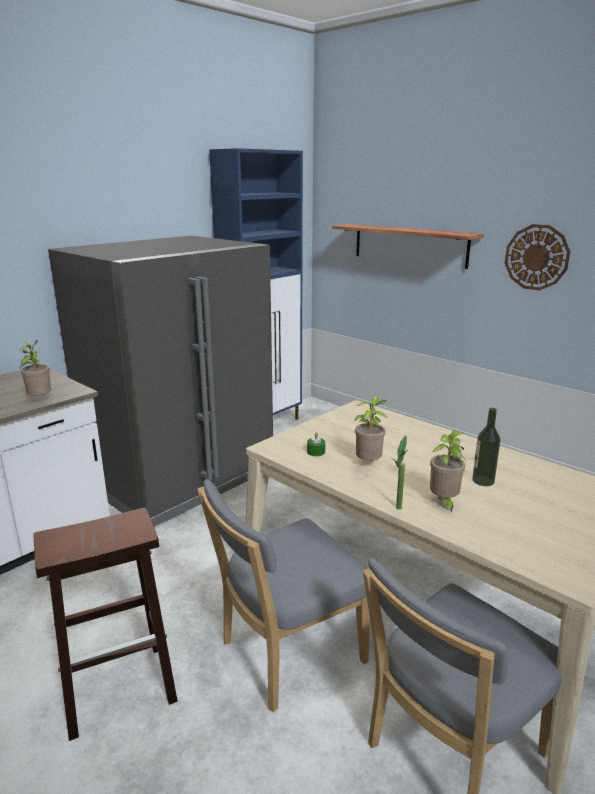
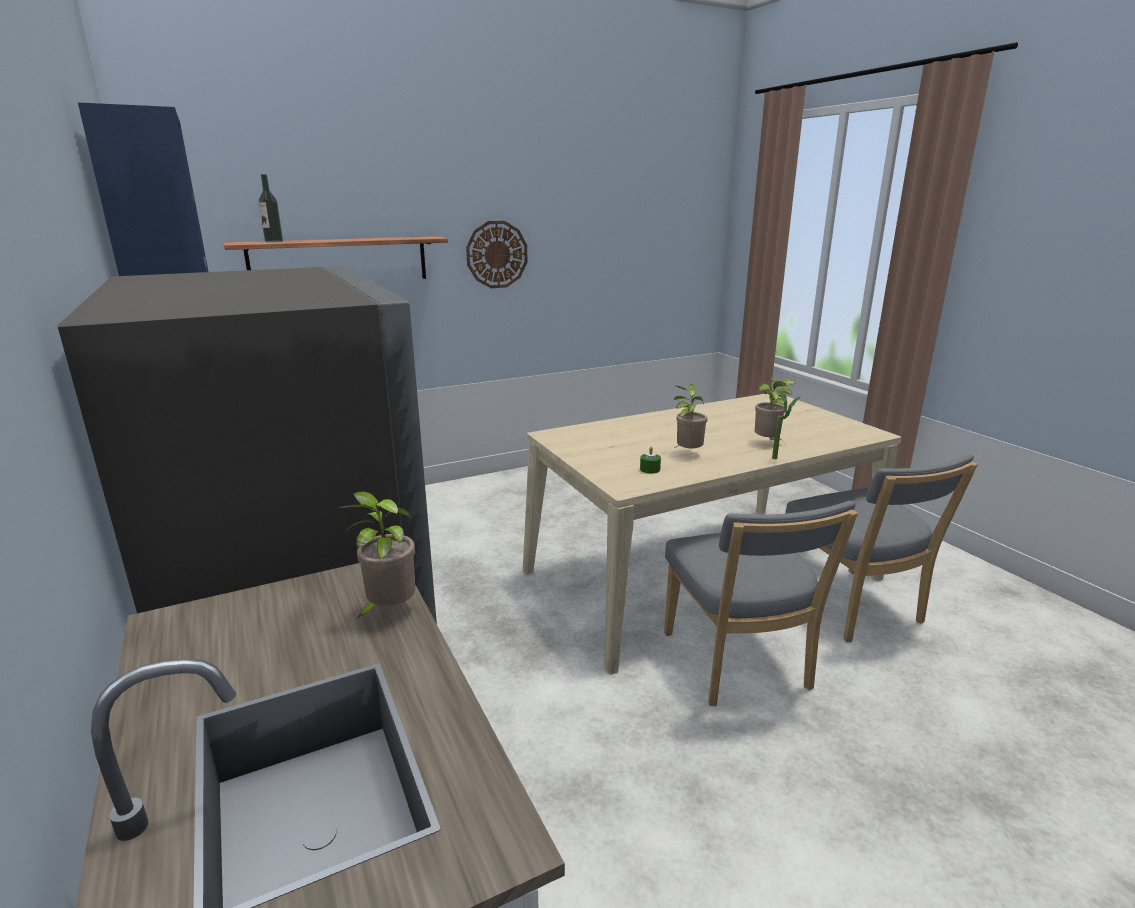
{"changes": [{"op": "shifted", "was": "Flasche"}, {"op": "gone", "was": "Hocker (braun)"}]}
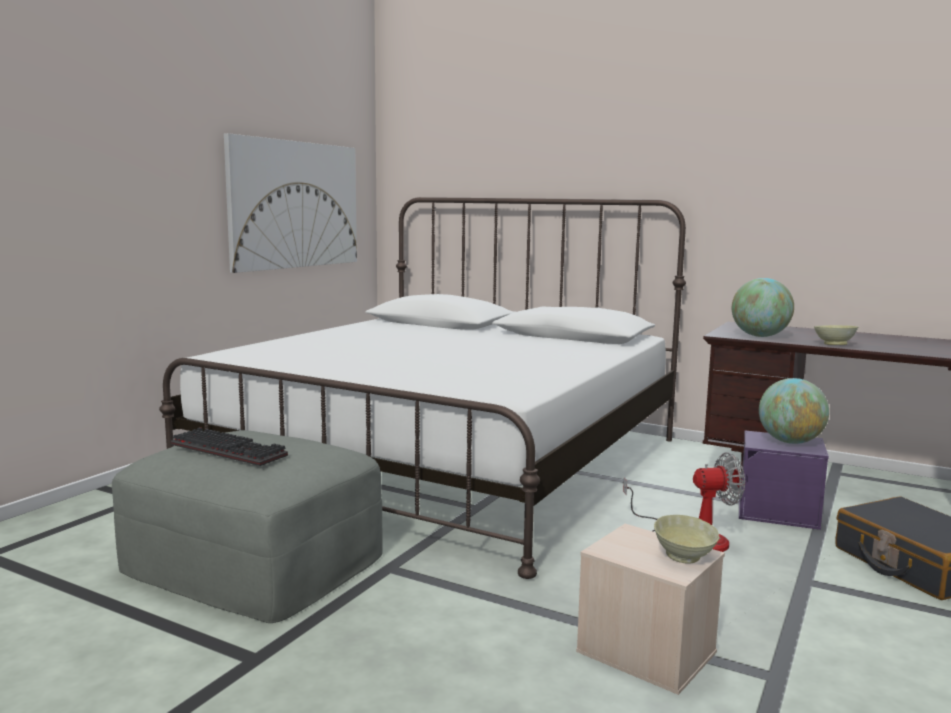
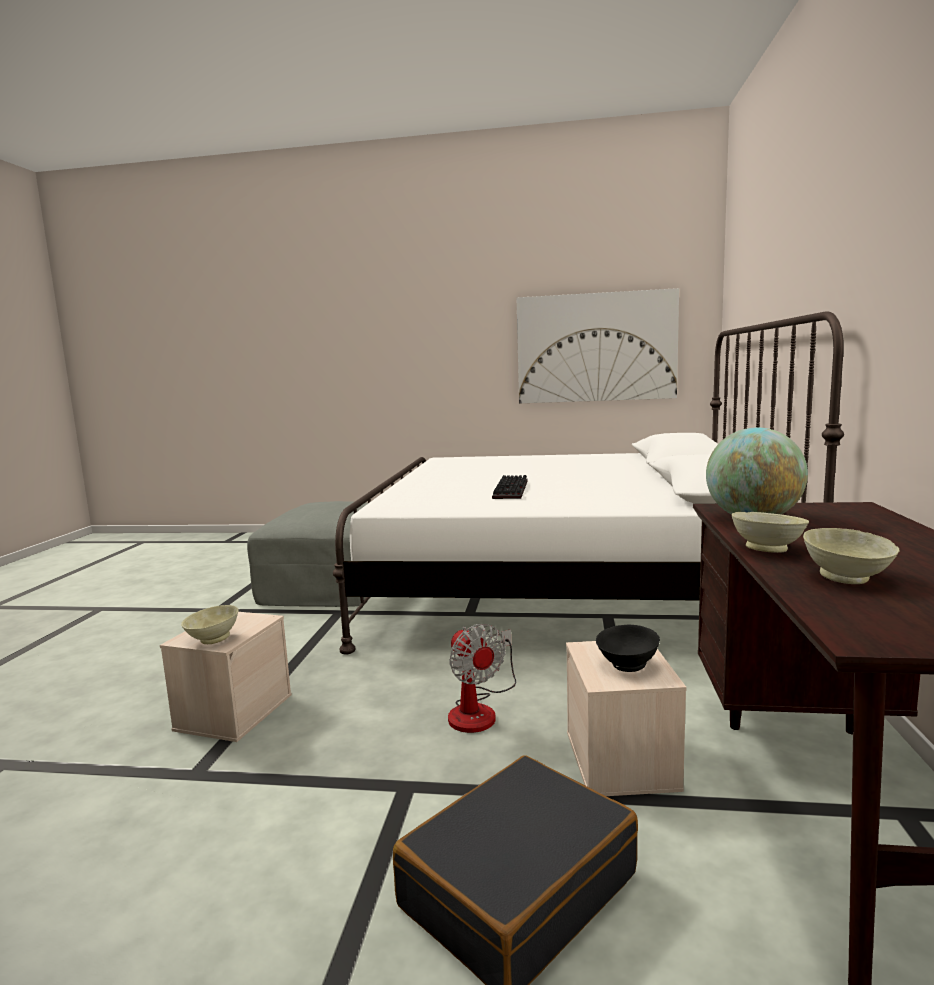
{"changes": [{"op": "swapped", "was": "Globus (no. 2 from left)", "now": "Schüssel (schwarz)"}, {"op": "shifted", "was": "Tastatur"}, {"op": "repainted", "was": "Aufbewahrungsbox (lila)", "now": "Aufbewahrungsbox (beige) (no. 2 from left)"}, {"op": "new", "now": "Schüssel (beige) (no. 3 from left)"}]}
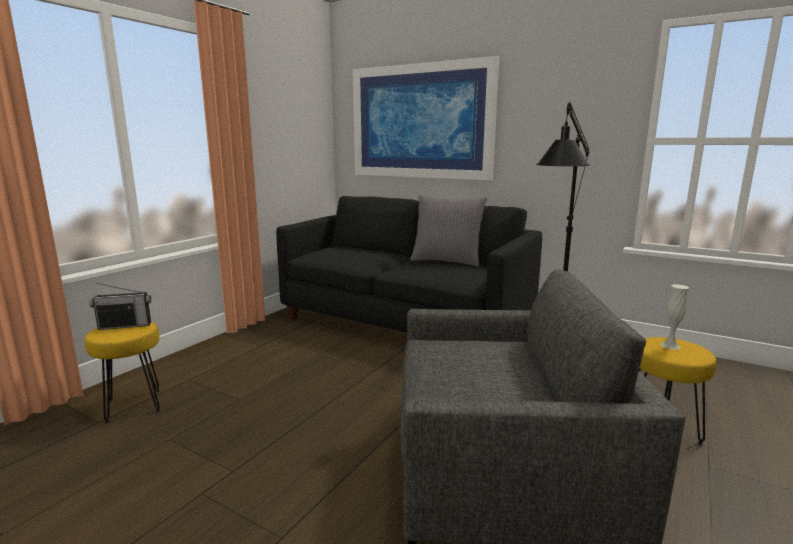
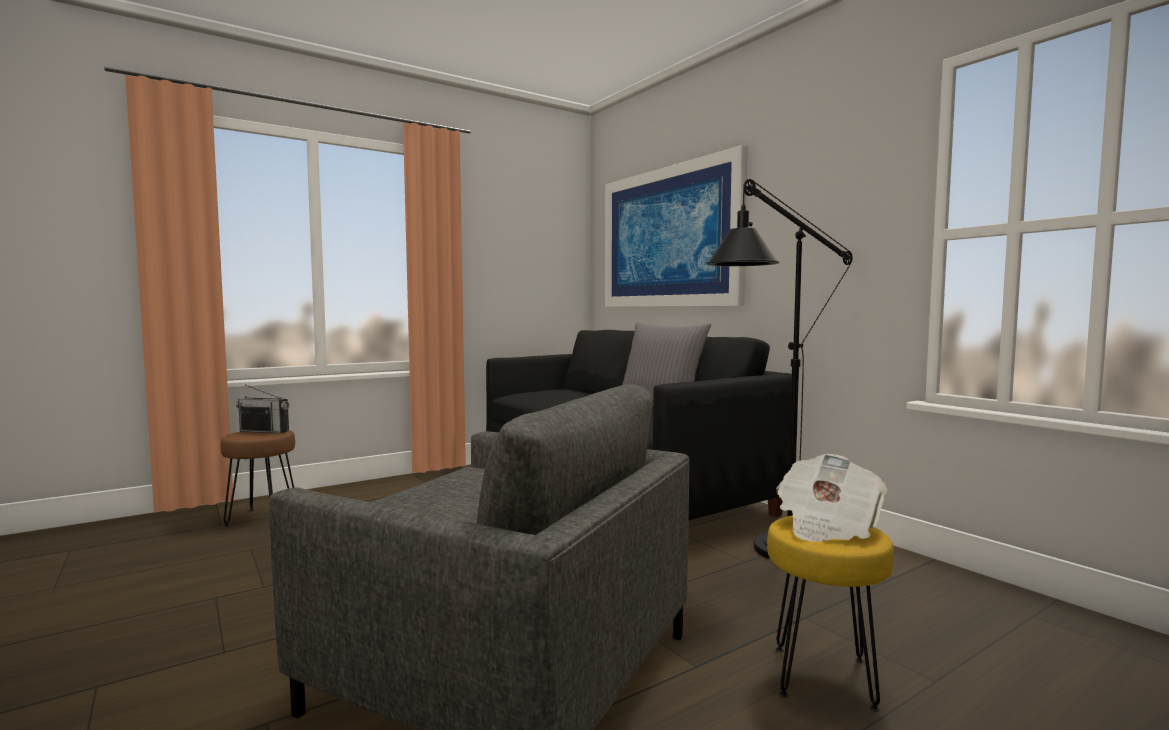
{"changes": [{"op": "swapped", "was": "Vase (weiß)", "now": "Zeitung"}, {"op": "repainted", "was": "Hocker (gelb) (no. 1 from left)", "now": "Hocker (braun)"}]}
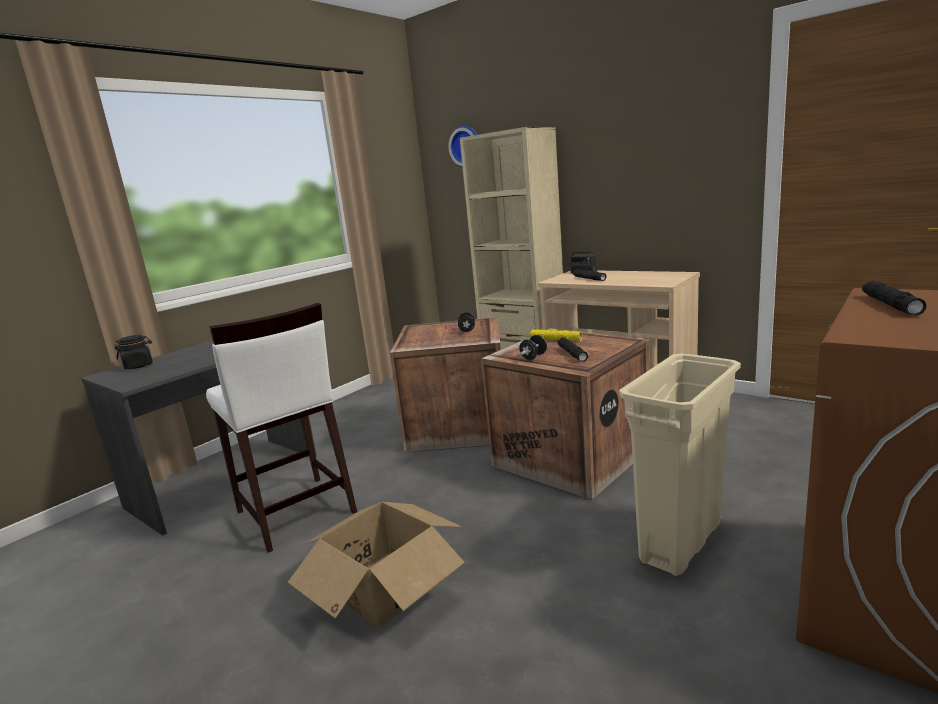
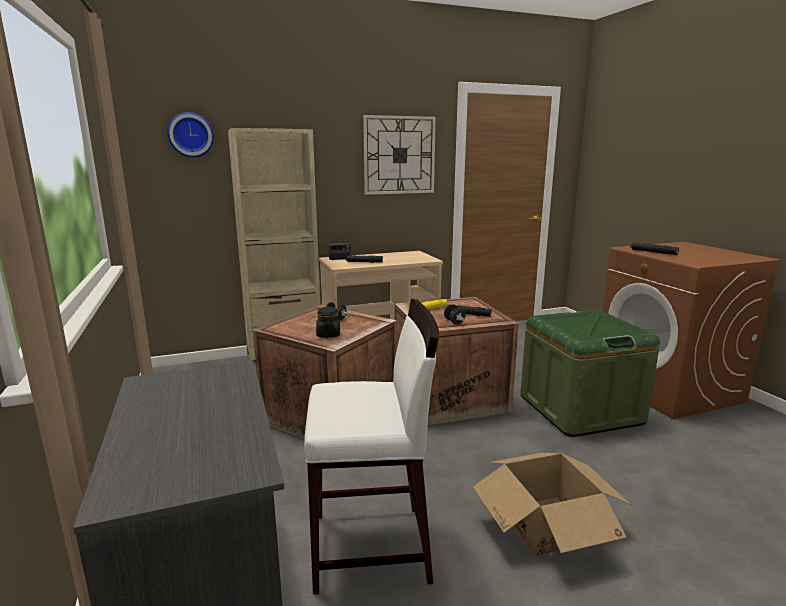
{"changes": [{"op": "shifted", "was": "Vorratsglas (schwarz)"}, {"op": "swapped", "was": "Mülleimer (beige)", "now": "Aufbewahrungsbox (grün)"}, {"op": "new", "now": "Wanduhr (no. 2 from left)"}]}
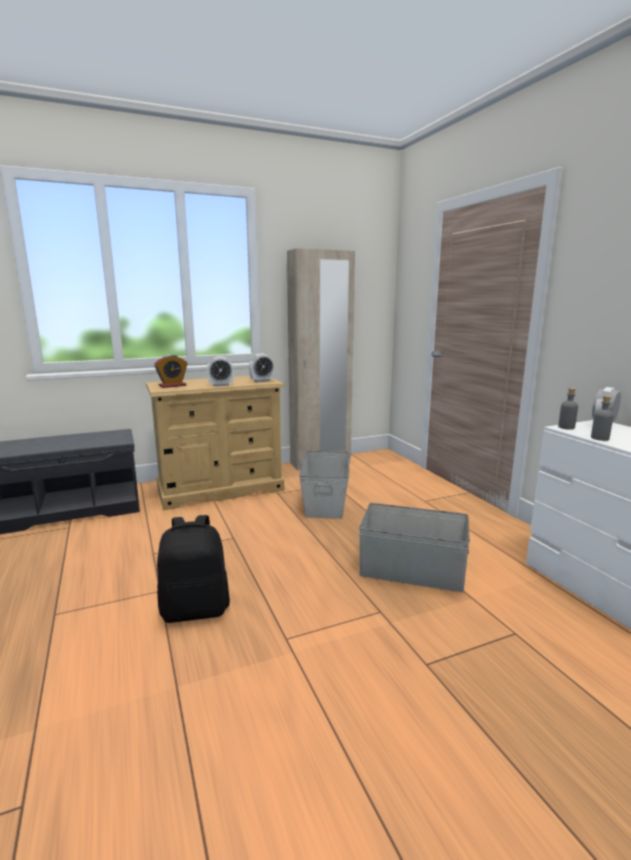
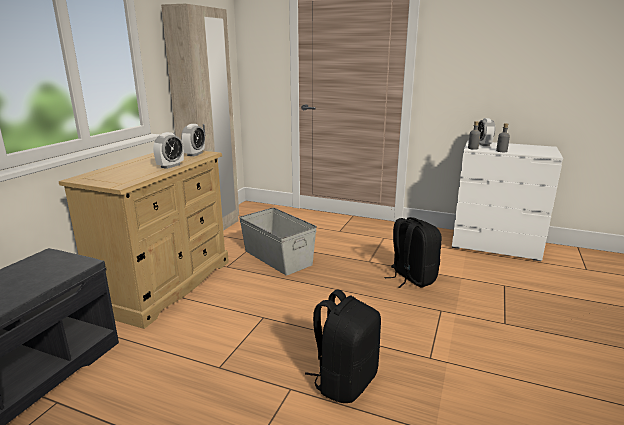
{"changes": [{"op": "gone", "was": "Wecker (no. 1 from left)"}, {"op": "swapped", "was": "Aufbewahrungsbox (grau) (no. 2 from left)", "now": "Rucksack (schwarz) (no. 2 from left)"}]}
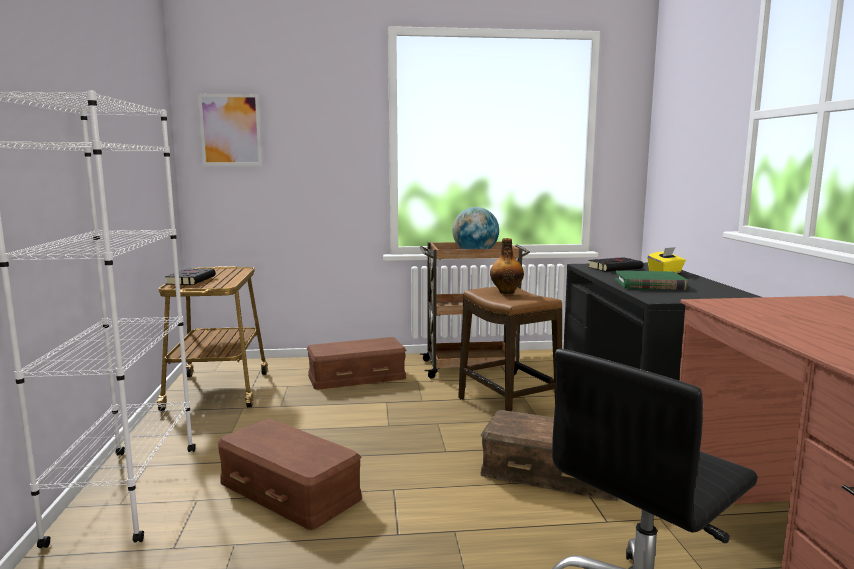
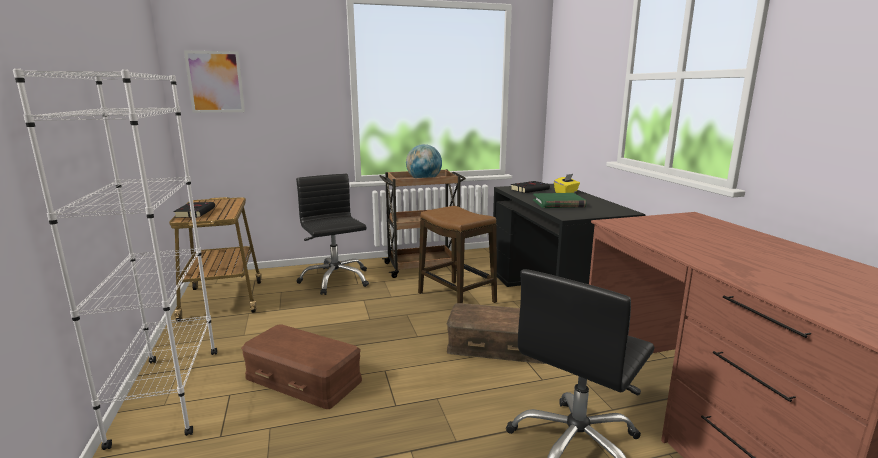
{"changes": [{"op": "gone", "was": "Flasche"}, {"op": "swapped", "was": "Aufbewahrungsbox (braun) (no. 2 from left)", "now": "Bürostuhl (schwarz) (no. 1 from left)"}]}
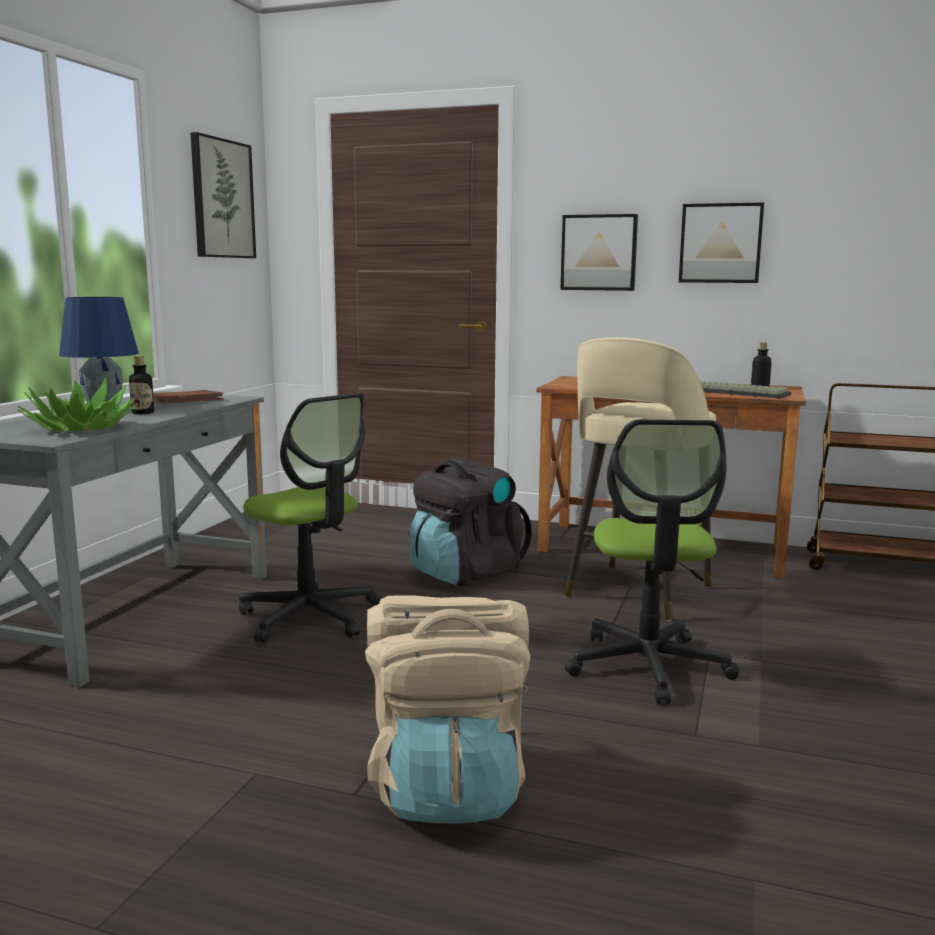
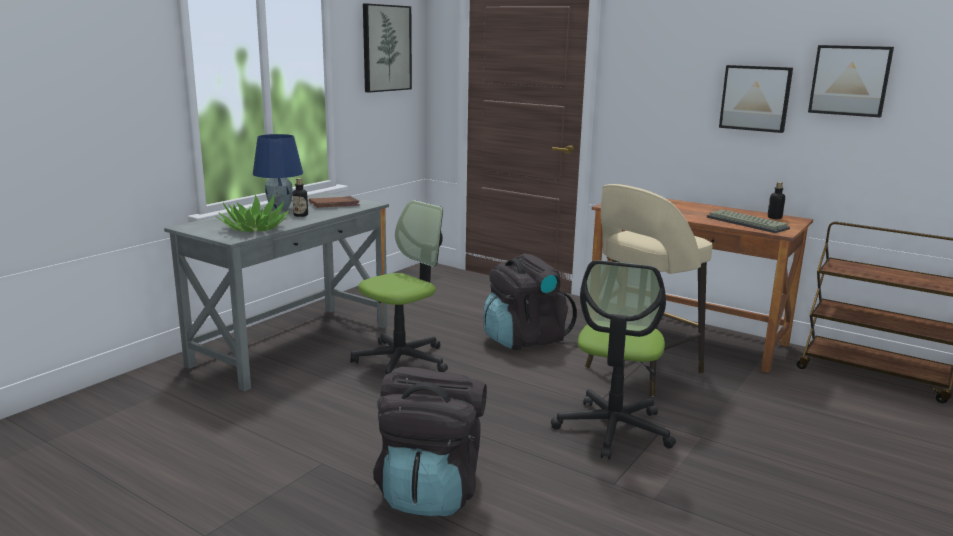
{"changes": [{"op": "shifted", "was": "Bild (no. 2 from left in the first image)", "now": "Bild (no. 3 from left)"}, {"op": "rotated", "was": "Bürostuhl (no. 1 from left)", "clockwise": -105}, {"op": "repainted", "was": "Rucksack (beige)", "now": "Rucksack (schwarz) (no. 1 from left)"}]}
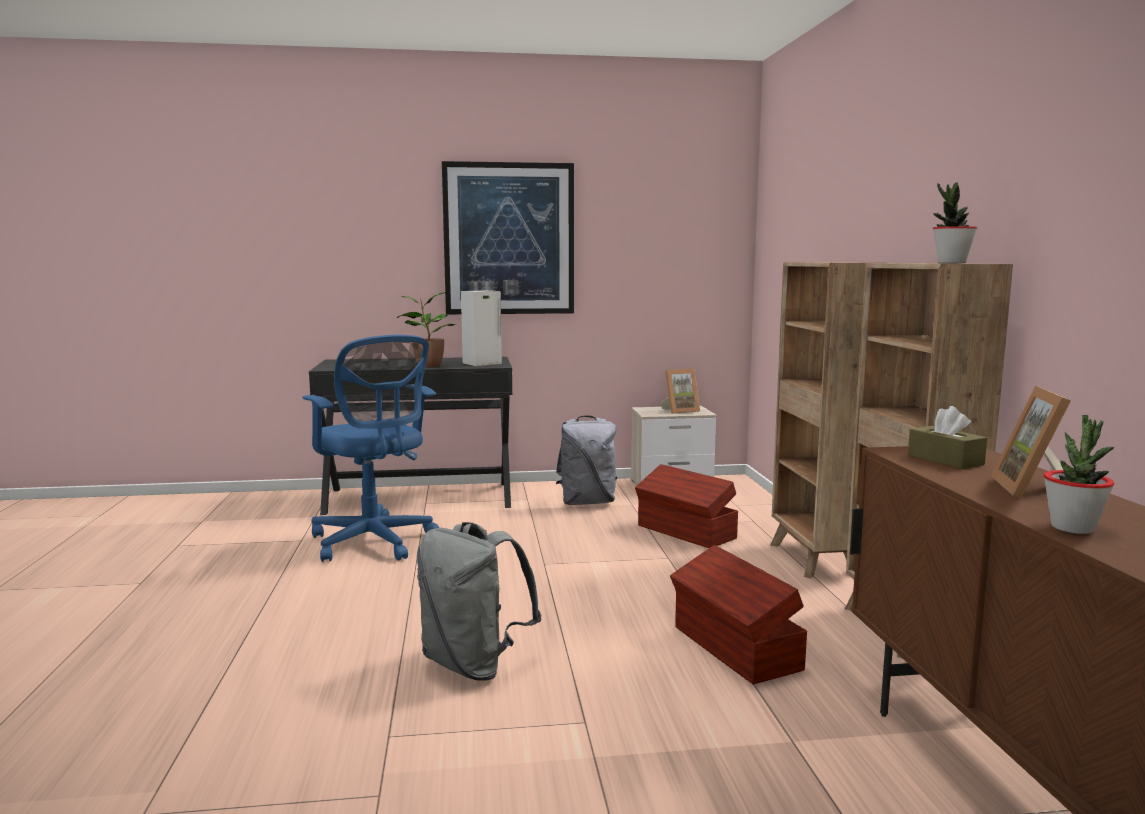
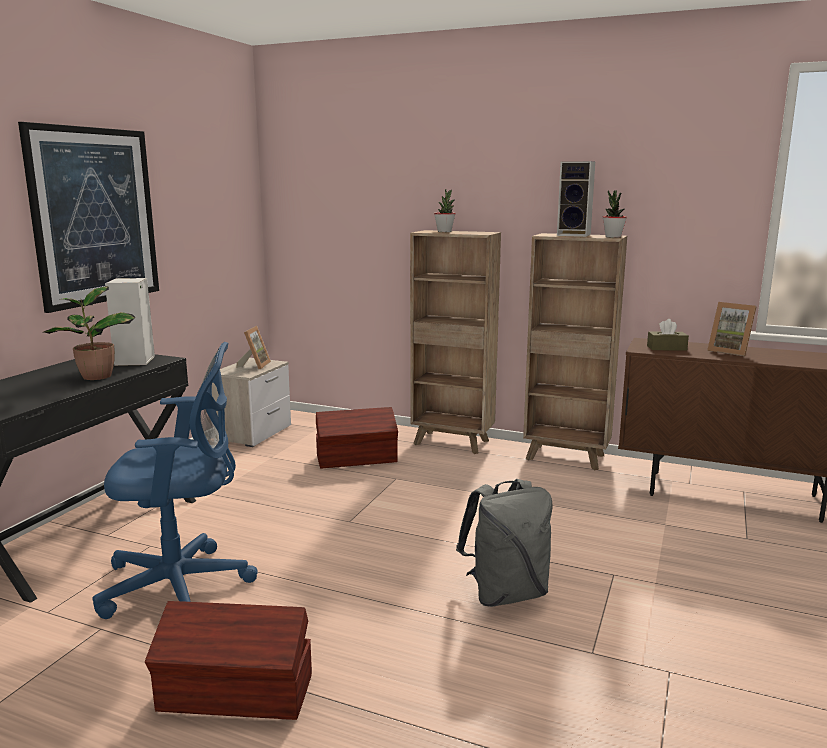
{"changes": [{"op": "gone", "was": "Rucksack (grau) (no. 2 from left)"}, {"op": "shifted", "was": "Topfpflanze (no. 3 from left in the first image)", "now": "Topfpflanze (no. 2 from left)"}, {"op": "shifted", "was": "Aufbewahrungsbox (braun) (no. 2 from left in the first image)", "now": "Aufbewahrungsbox (braun) (no. 1 from left)"}, {"op": "new", "now": "Lautsprecher (no. 2 from left)"}]}
